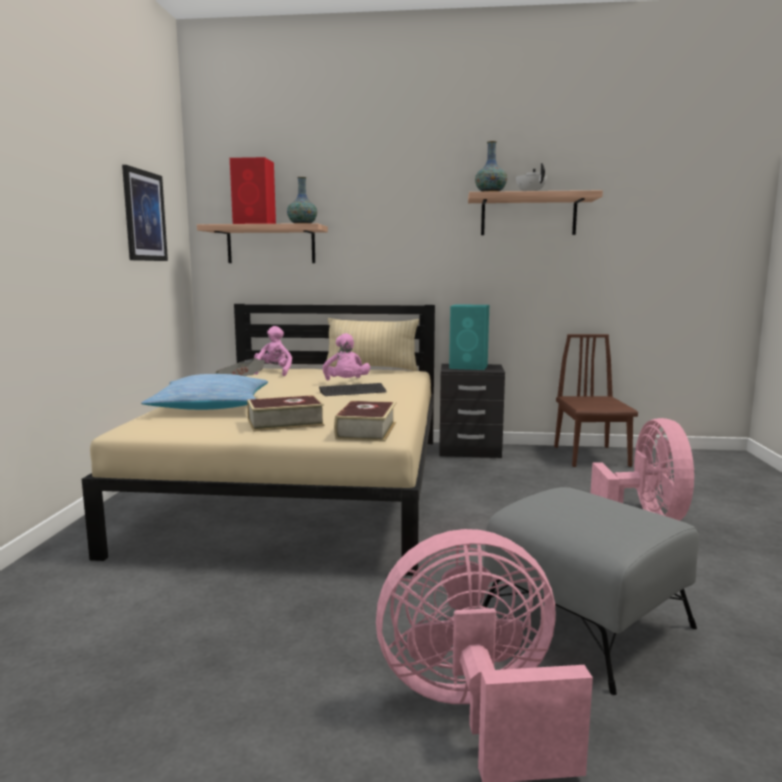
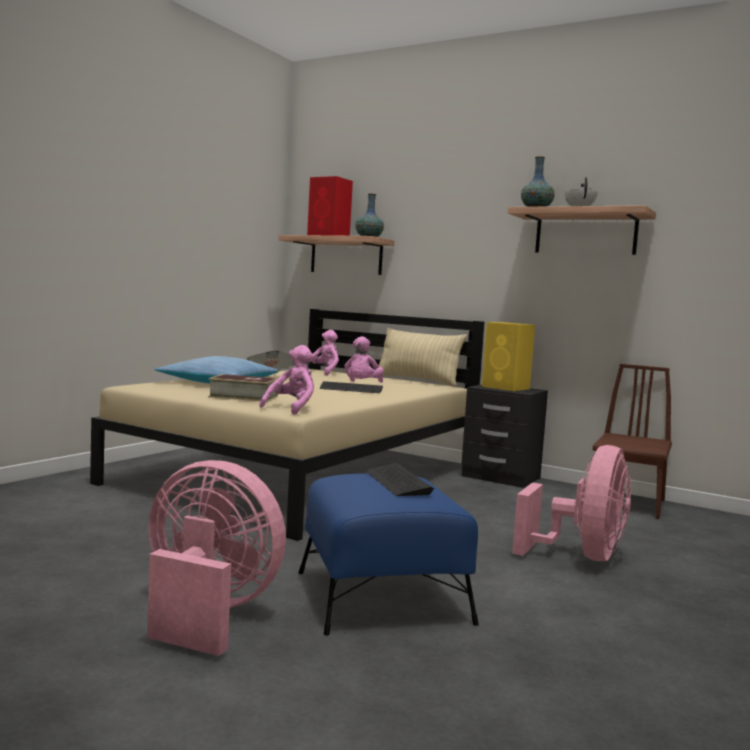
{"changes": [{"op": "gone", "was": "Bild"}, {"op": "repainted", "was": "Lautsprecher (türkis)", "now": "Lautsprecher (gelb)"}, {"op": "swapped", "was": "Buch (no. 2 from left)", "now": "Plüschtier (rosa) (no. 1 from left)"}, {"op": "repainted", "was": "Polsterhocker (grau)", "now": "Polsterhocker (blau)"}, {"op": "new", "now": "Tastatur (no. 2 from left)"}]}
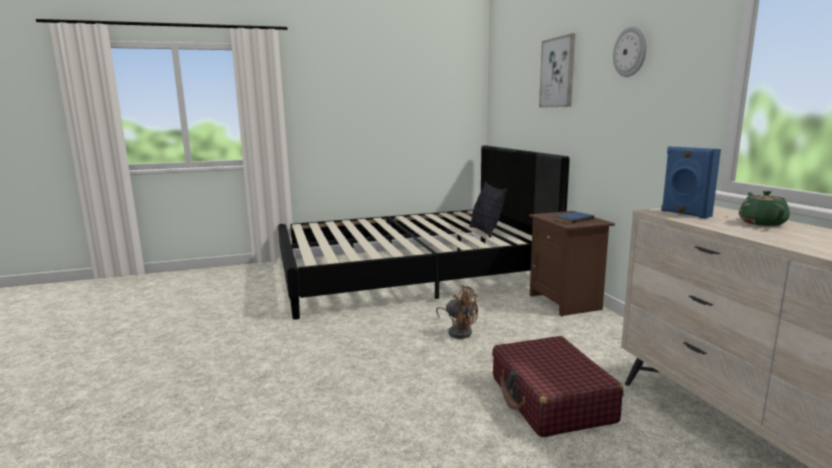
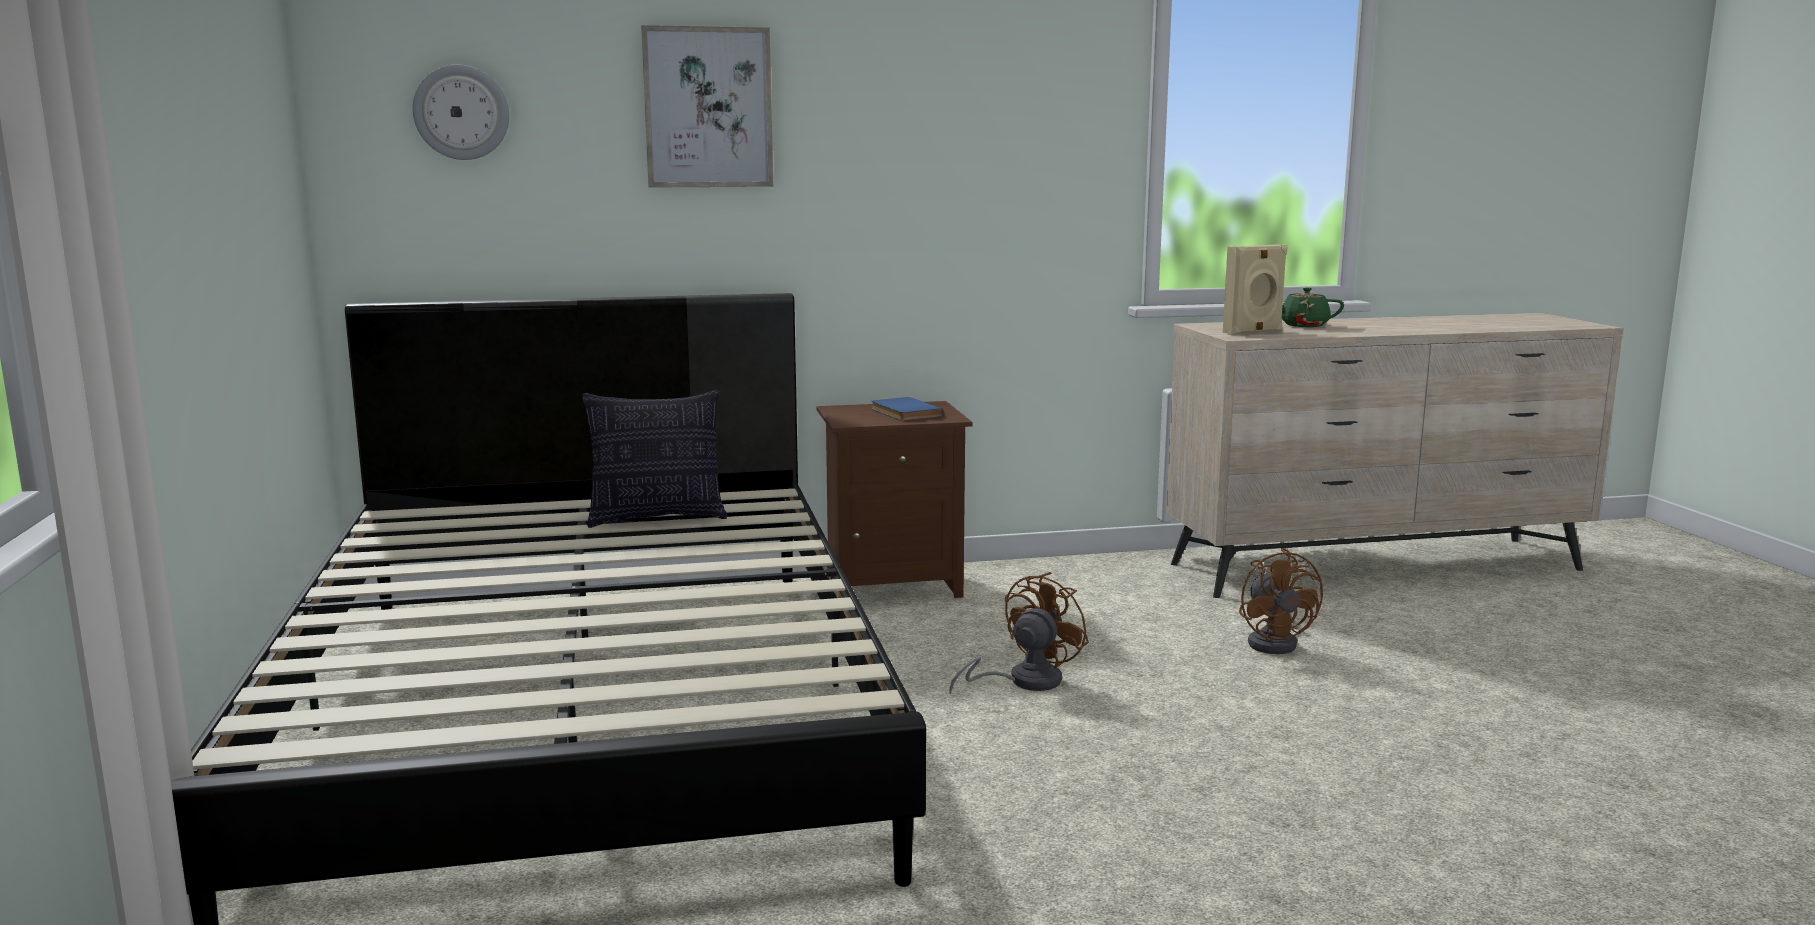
{"changes": [{"op": "shifted", "was": "Wanduhr"}, {"op": "repainted", "was": "Lautsprecher (blau)", "now": "Lautsprecher (beige)"}, {"op": "swapped", "was": "Koffer (rot)", "now": "Ventilator (braun) (no. 2 from left)"}]}
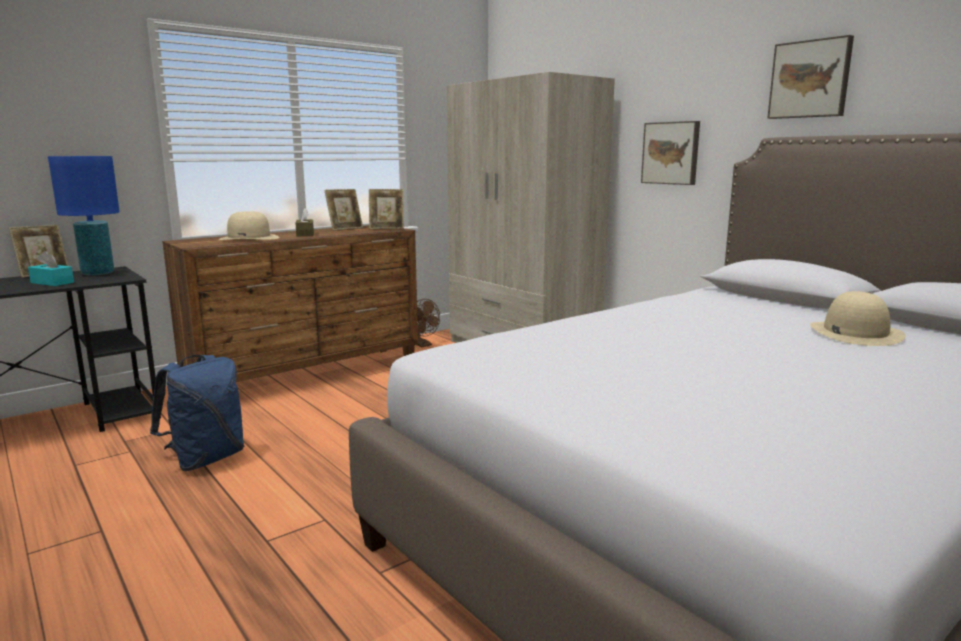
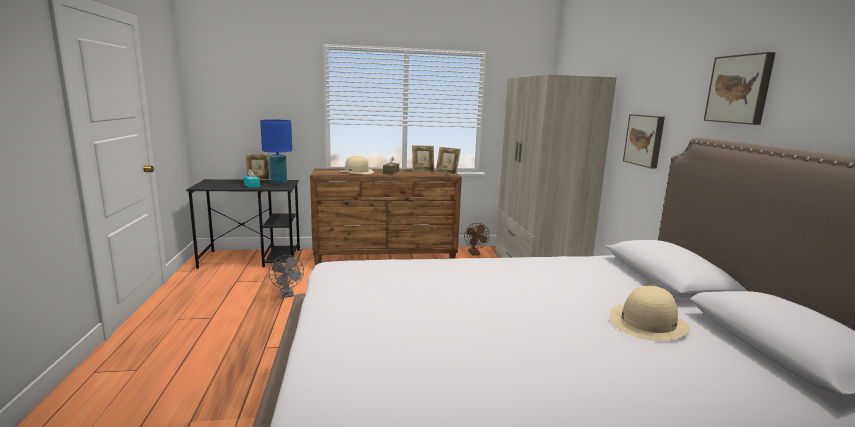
{"changes": [{"op": "swapped", "was": "Rucksack (blau)", "now": "Ventilator (grau)"}]}
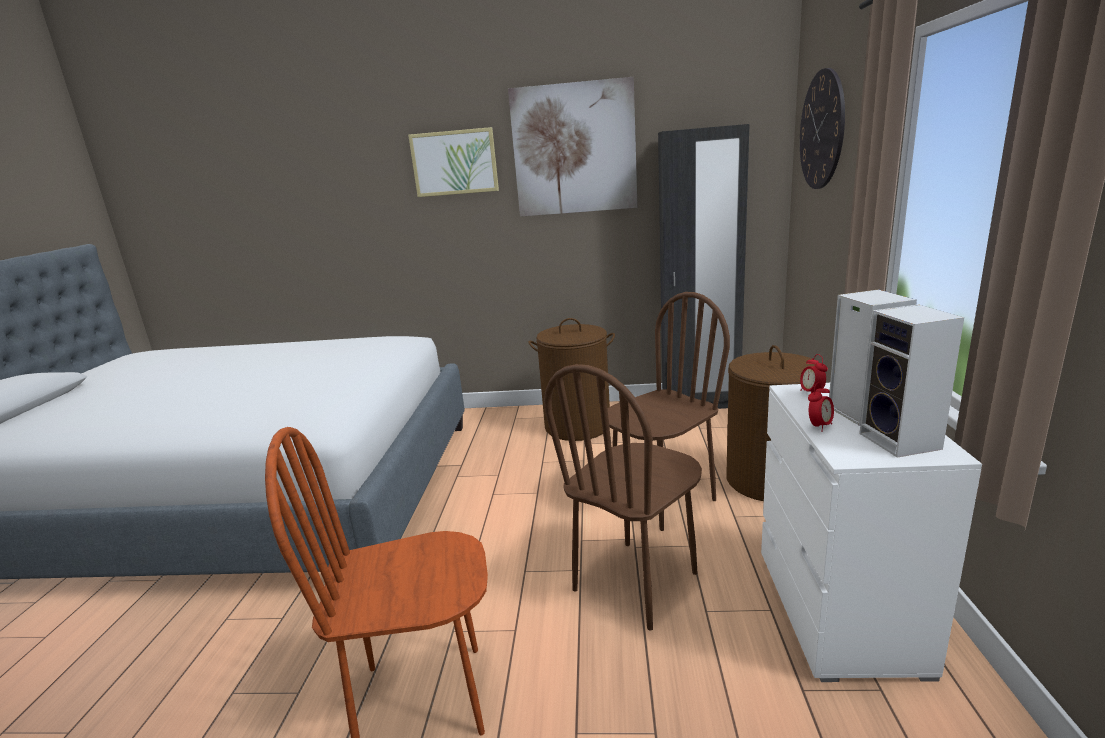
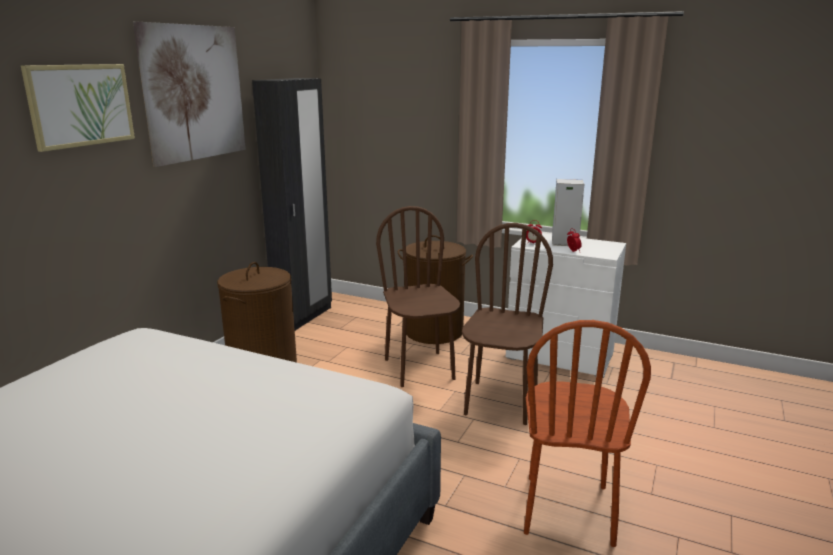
{"changes": [{"op": "gone", "was": "Wanduhr"}, {"op": "gone", "was": "Lautsprecher (no. 2 from left)"}, {"op": "rotated", "was": "Stuhl (braun) (no. 2 from left)", "clockwise": -135}]}
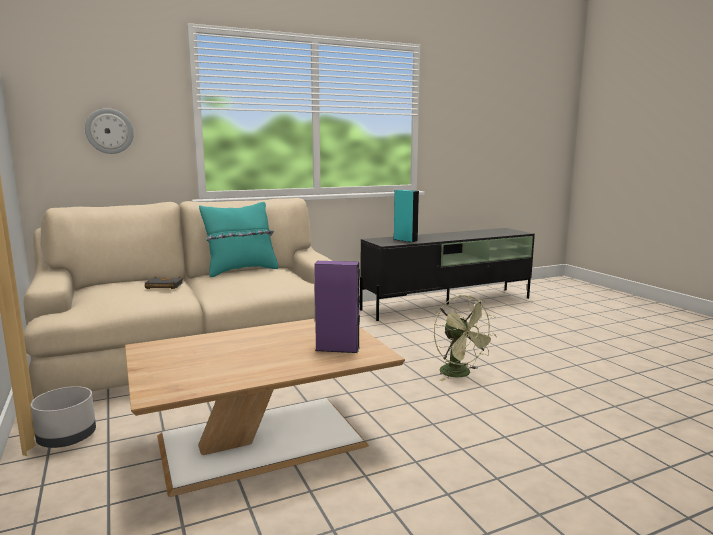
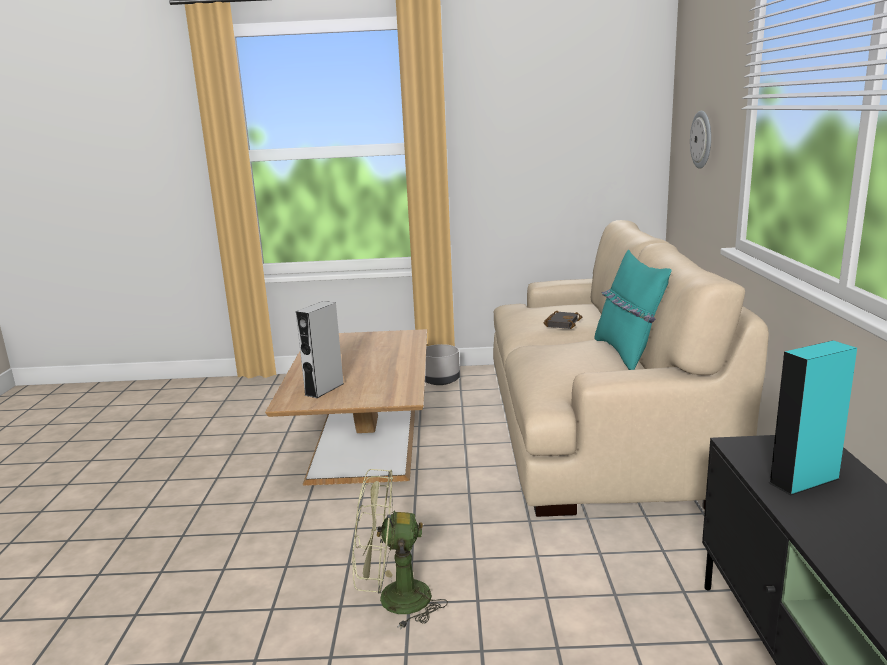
{"changes": [{"op": "repainted", "was": "Lautsprecher (lila)", "now": "Lautsprecher (grau)"}]}
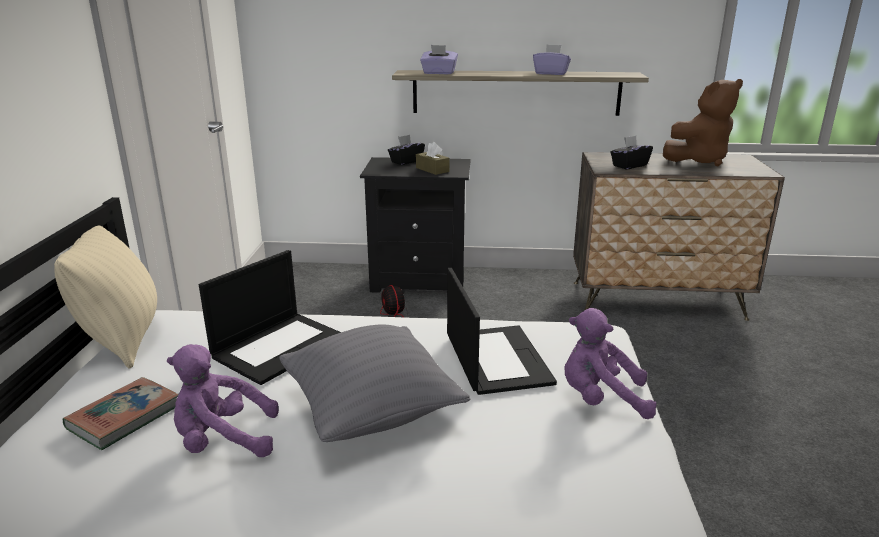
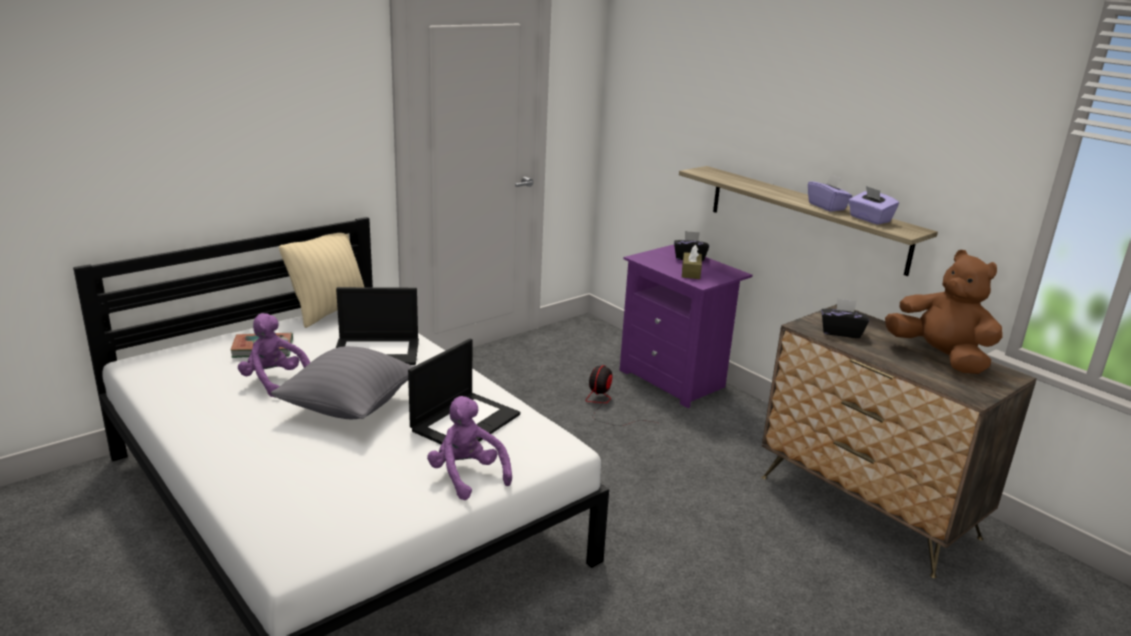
{"changes": [{"op": "shifted", "was": "Taschentuchbox (lila) (no. 1 from left in the first image)", "now": "Taschentuchbox (lila) (no. 2 from left)"}, {"op": "rotated", "was": "Plüschtier (braun)", "clockwise": -150}, {"op": "repainted", "was": "Nachttisch (schwarz)", "now": "Nachttisch (lila)"}]}
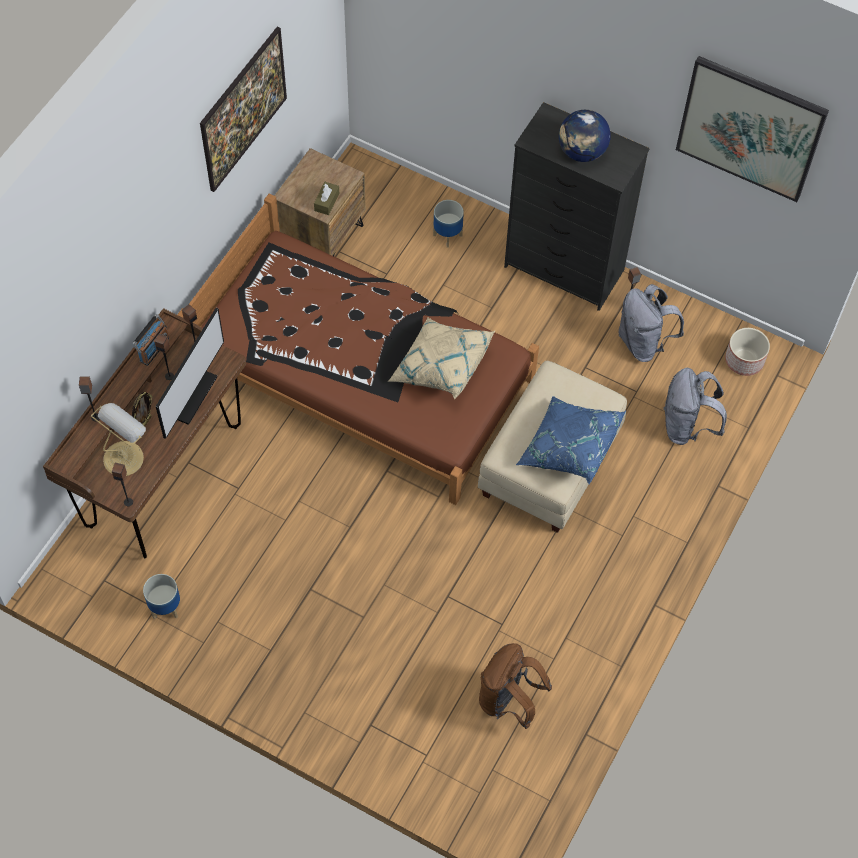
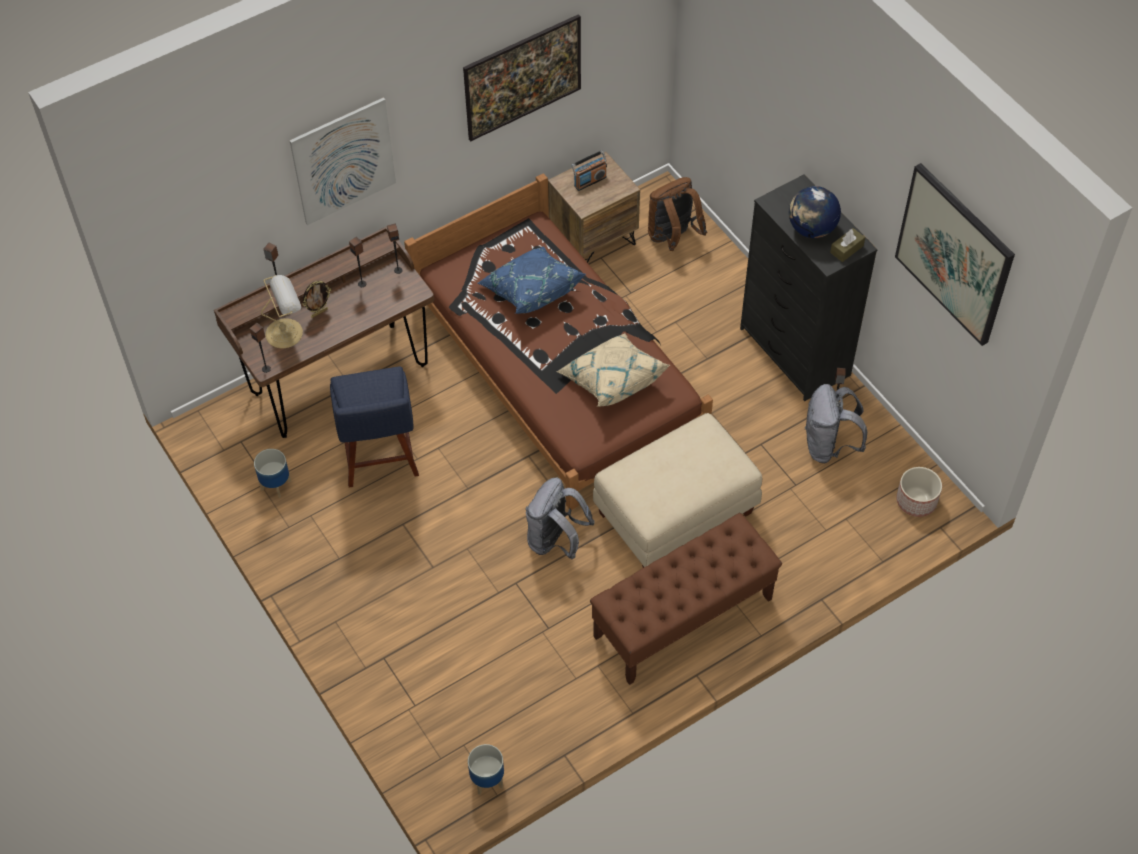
{"changes": [{"op": "shifted", "was": "Taschentuchbox (braun)"}, {"op": "shifted", "was": "Pflanzkübel (no. 2 from left)"}, {"op": "gone", "was": "Monitor"}, {"op": "shifted", "was": "Radio"}, {"op": "shifted", "was": "Rucksack (grau) (no. 2 from left in the first image)", "now": "Rucksack (grau) (no. 1 from left)"}, {"op": "shifted", "was": "Kissen (blau)"}, {"op": "shifted", "was": "Rucksack (braun)"}, {"op": "new", "now": "Bild (no. 1 from left)"}, {"op": "new", "now": "Stuhl (blau)"}, {"op": "new", "now": "Bank (braun)"}]}
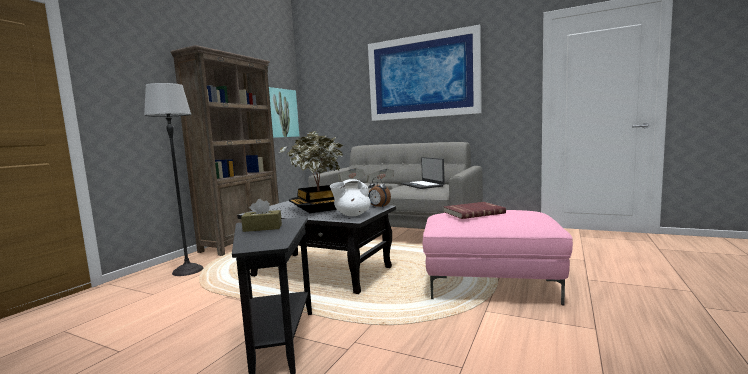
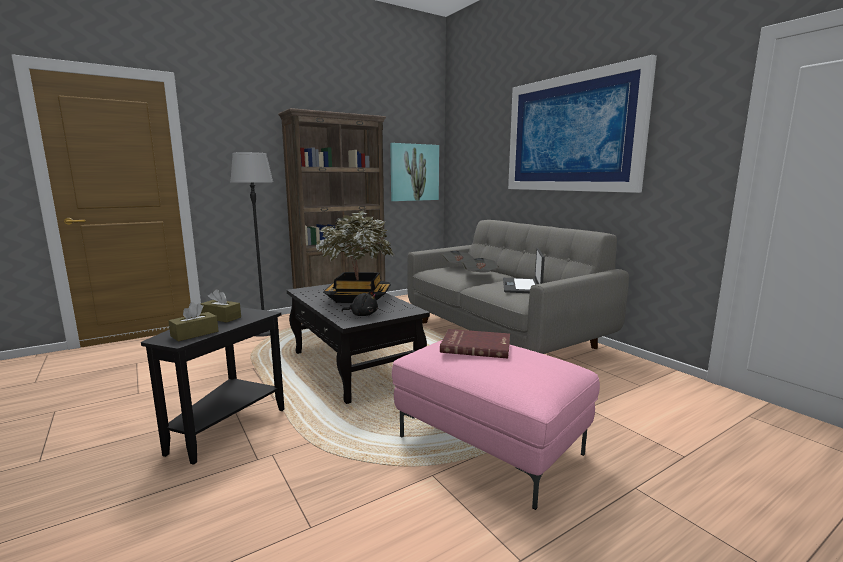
{"changes": [{"op": "gone", "was": "Wecker"}, {"op": "swapped", "was": "Teekanne (weiß)", "now": "Plüschtier (schwarz)"}, {"op": "new", "now": "Taschentuchbox (braun) (no. 1 from left)"}]}
